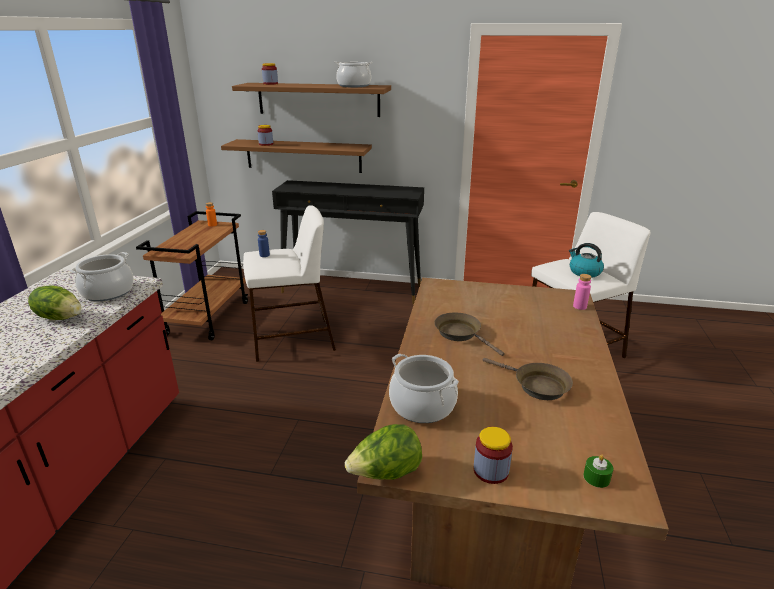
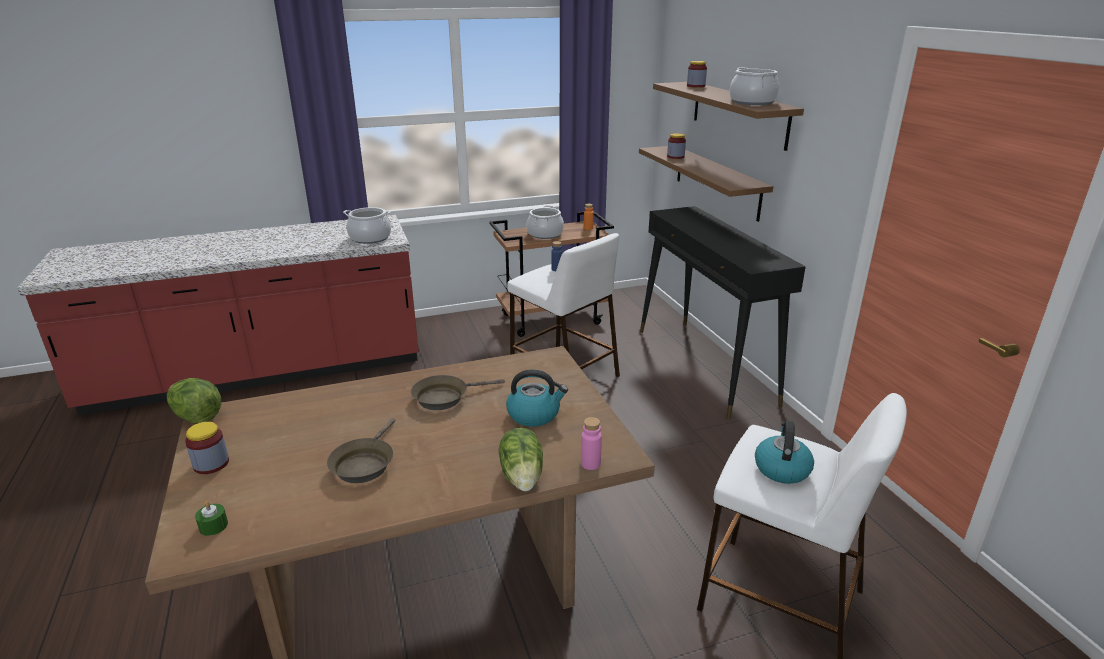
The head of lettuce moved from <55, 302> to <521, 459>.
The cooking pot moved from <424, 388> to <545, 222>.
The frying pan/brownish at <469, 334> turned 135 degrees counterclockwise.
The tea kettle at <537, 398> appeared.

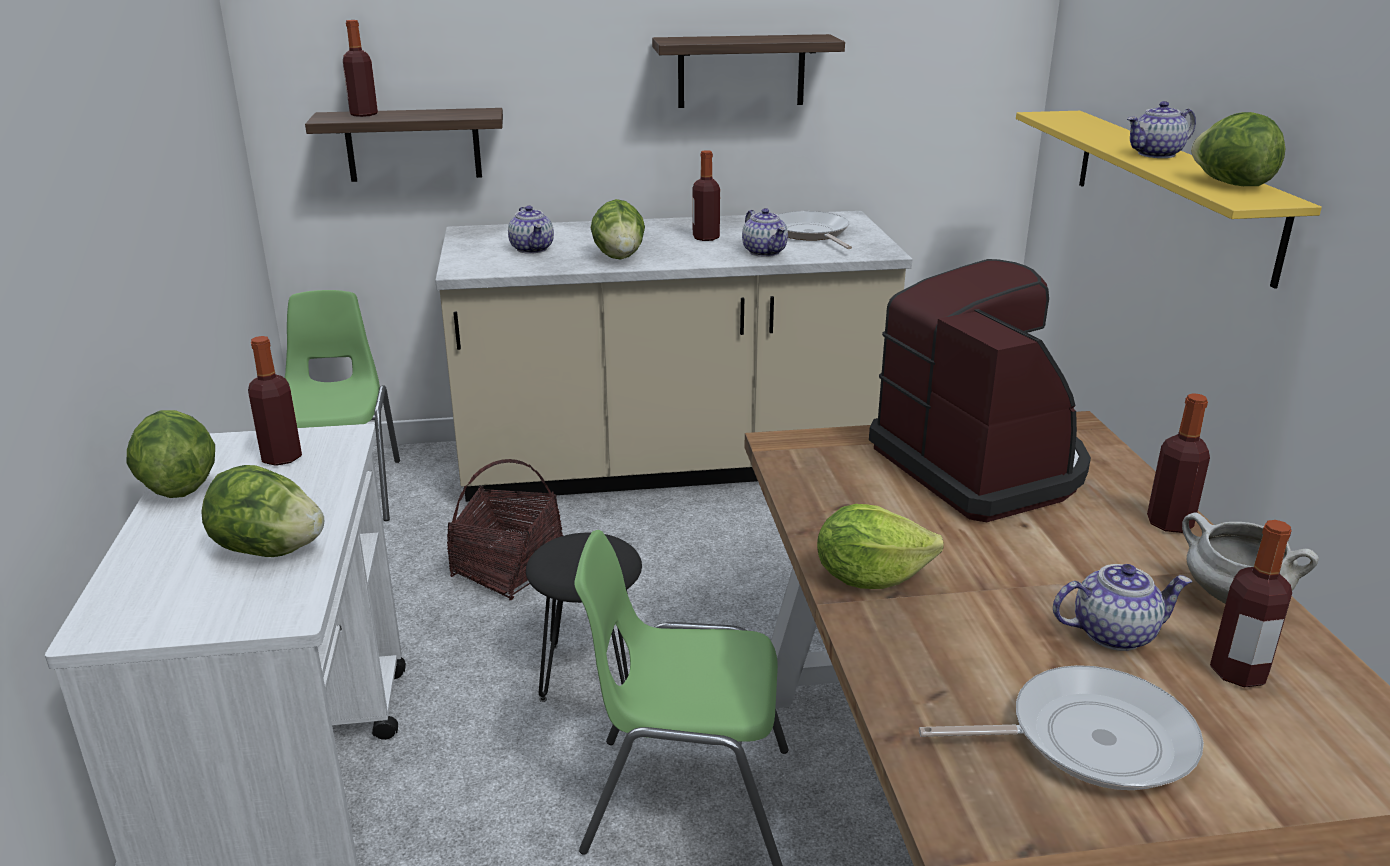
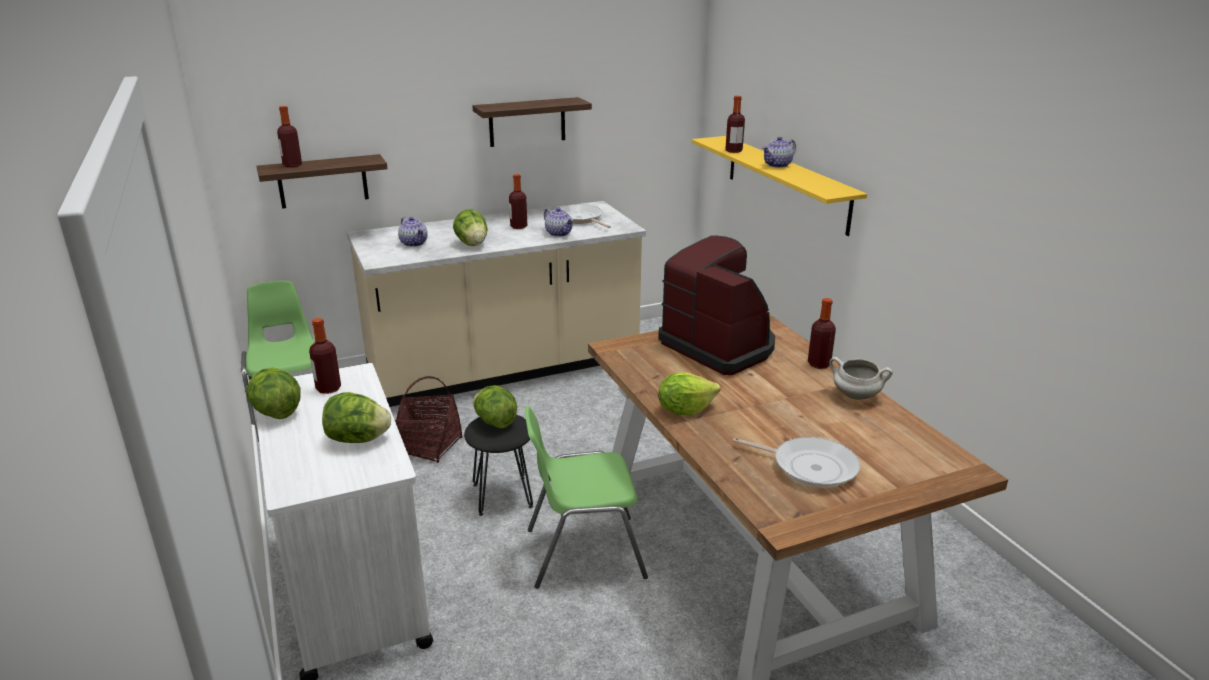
The frying pan at <1061, 727> turned 45 degrees clockwise.
The tea pot at <1122, 607> disappeared.
The head of lettuce moved from <1238, 149> to <495, 407>.
The bottle moved from <1251, 604> to <735, 124>.

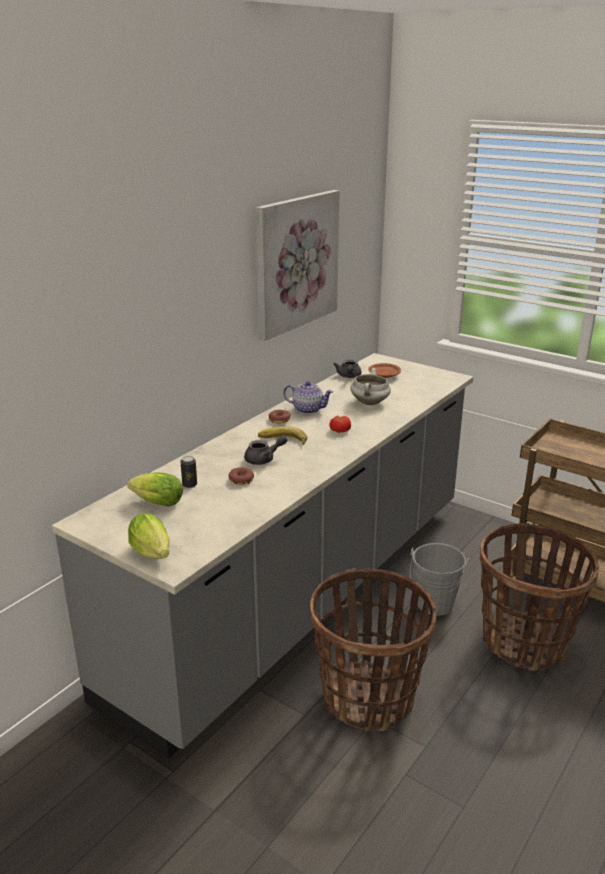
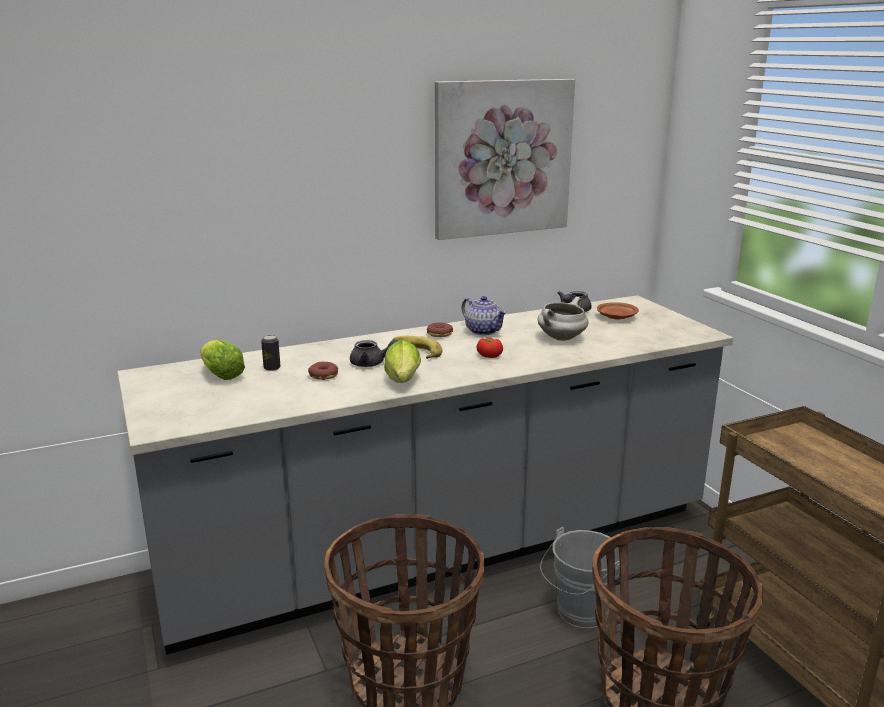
The head of lettuce moved from <148, 536> to <402, 361>.

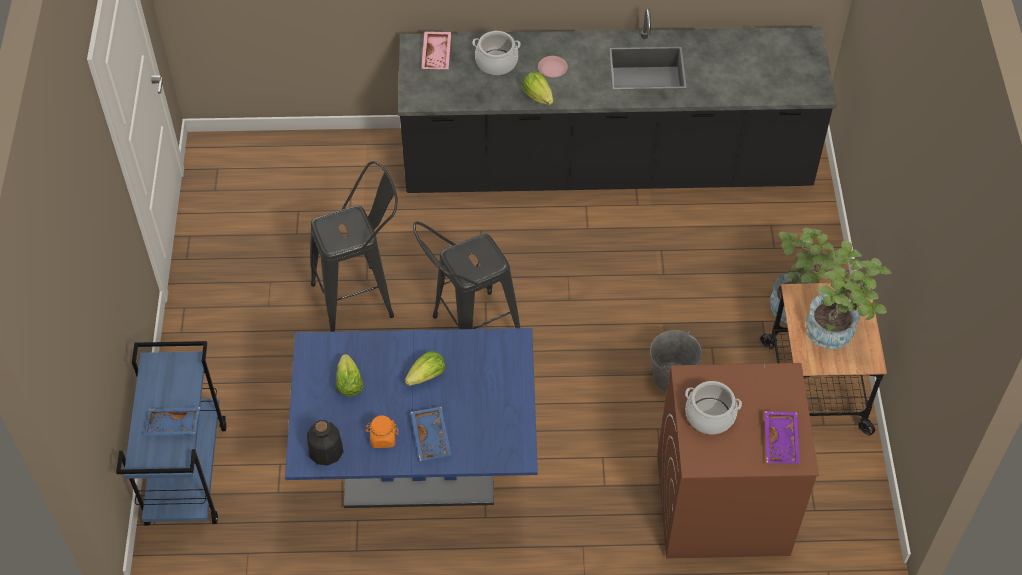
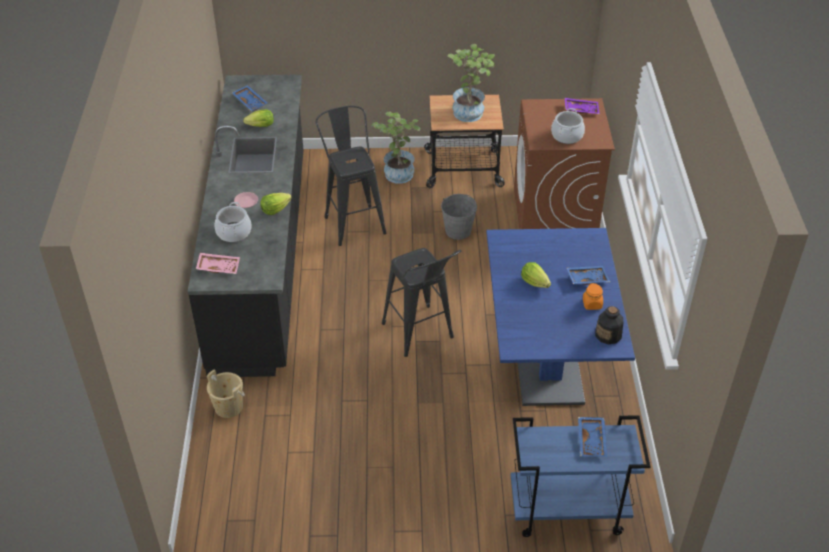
The sitting stool/blackish moved from <354, 246> to <351, 176>.
The head of lettuce moved from <349, 375> to <258, 118>.
The bucket/beige at <226, 393> appeared.
The tray/bluish at <249, 98> appeared.

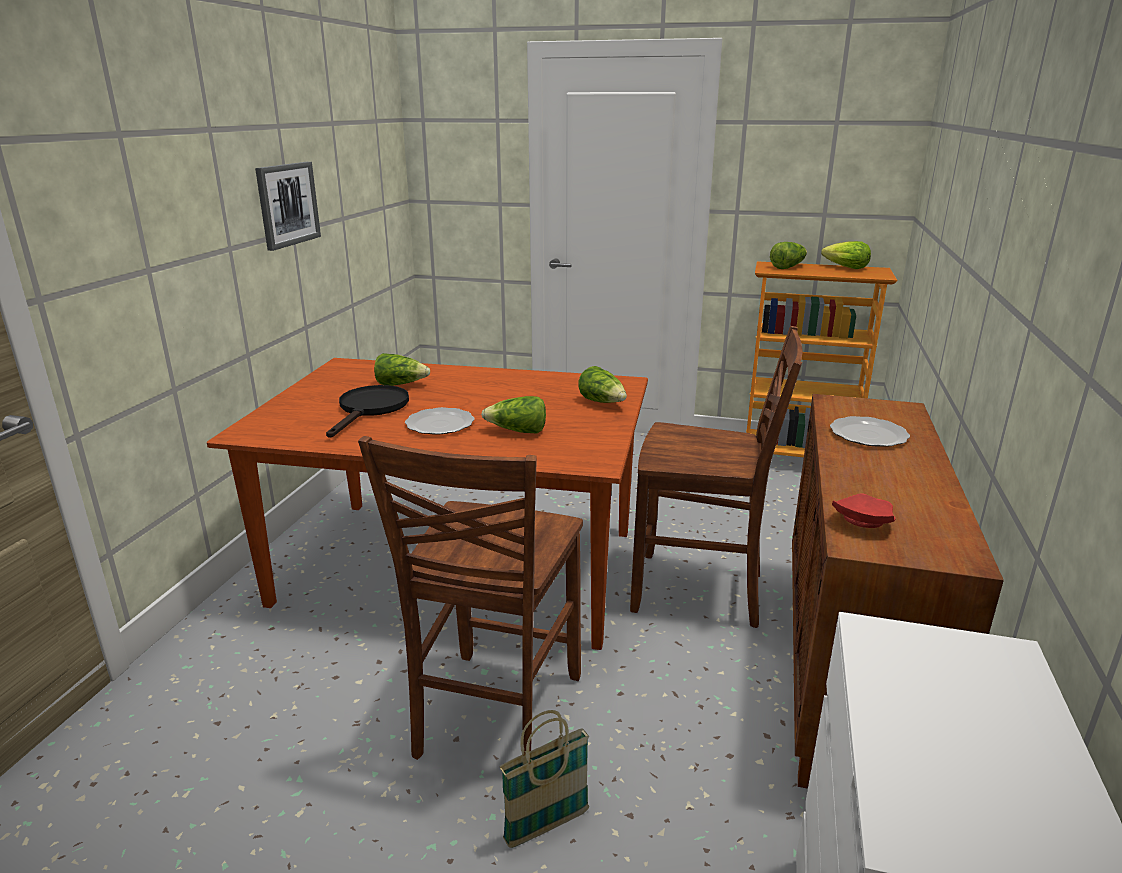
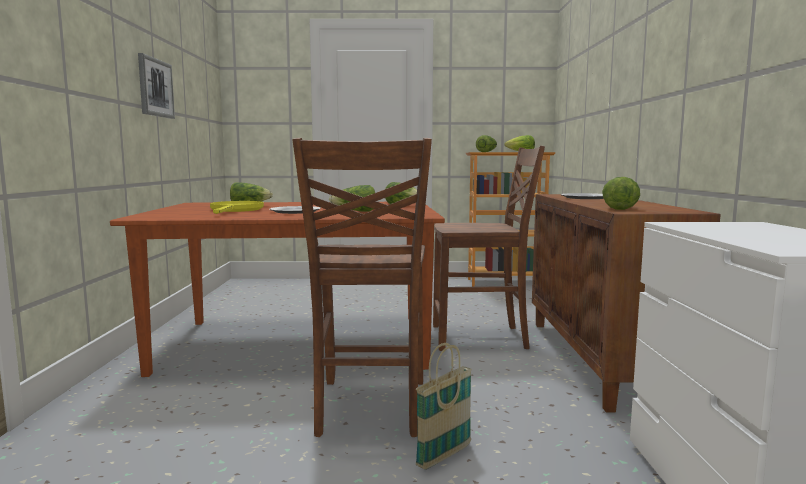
The frying pan/blackish at <367, 411> became the frying pan/yellow-coloured at <237, 207>.
The plate/reddish at <864, 511> was replaced by the head of lettuce at <621, 193>.

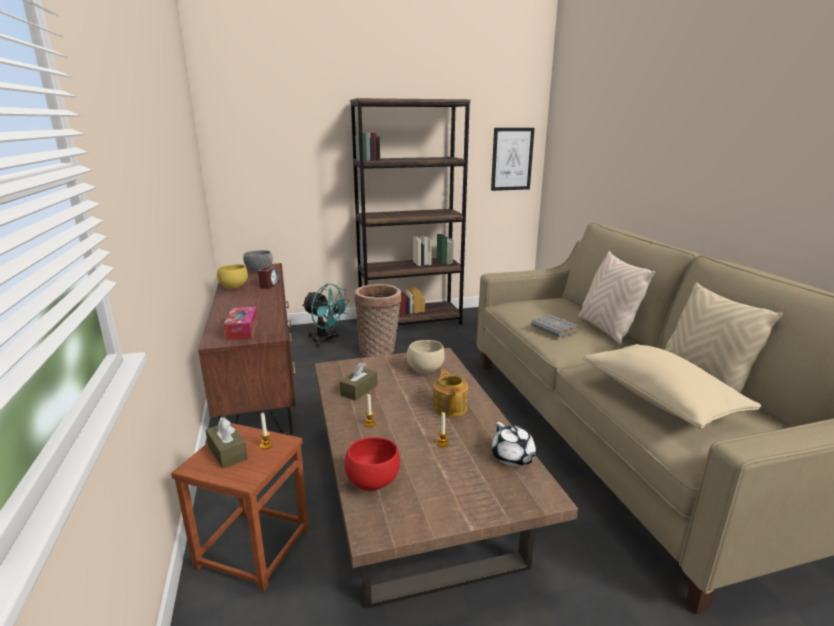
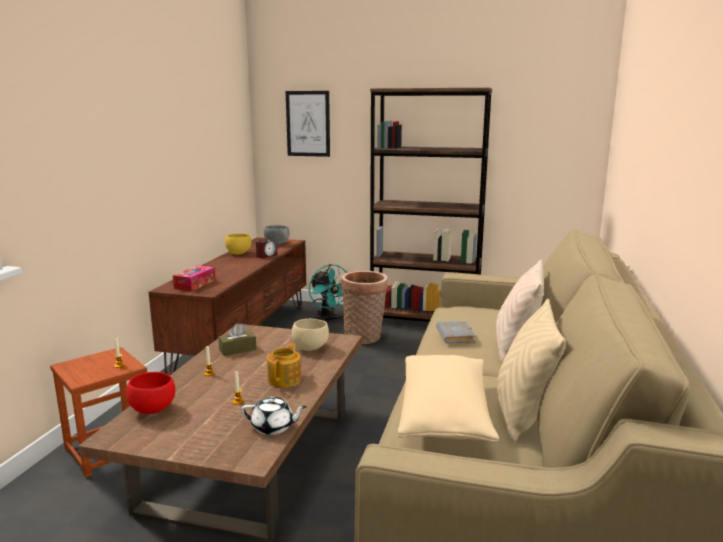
The tissue holder/brownish at <226, 442> disappeared.
The picture moved from <513, 159> to <308, 124>.
The tea pot/white at <514, 444> turned 90 degrees counterclockwise.

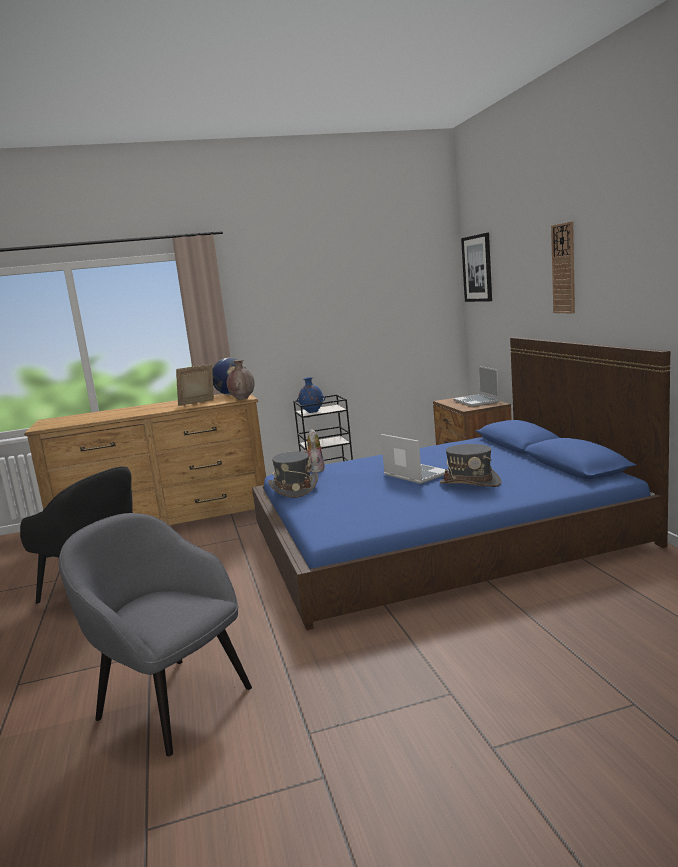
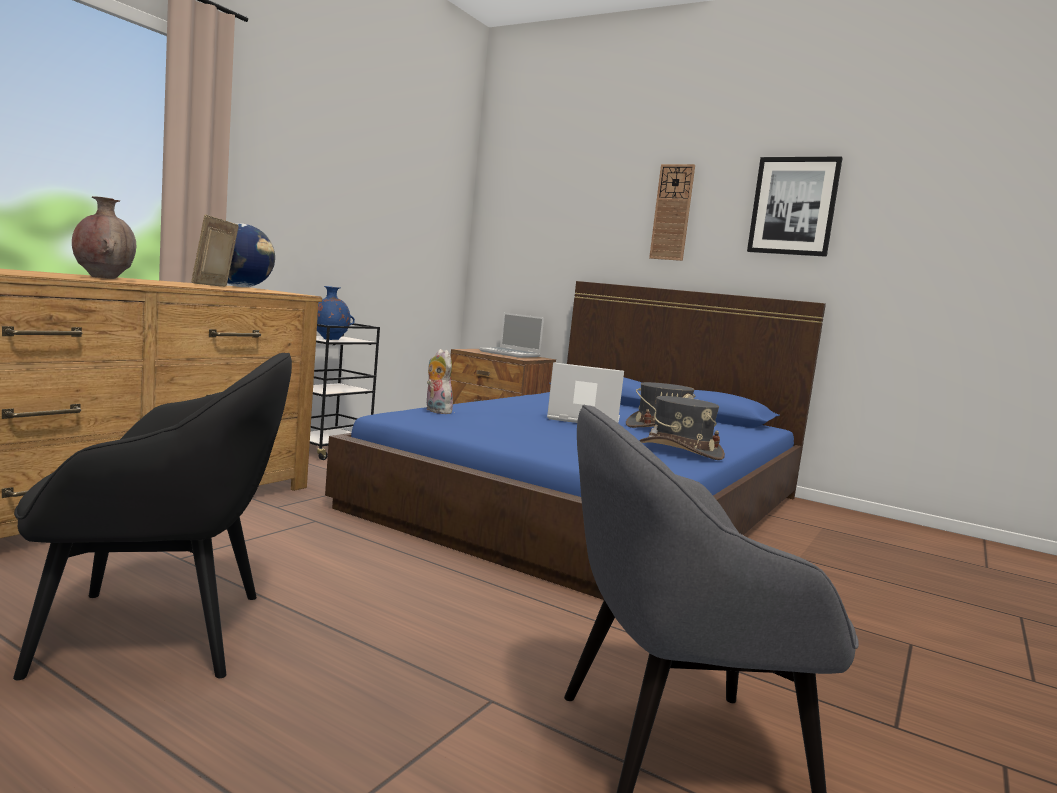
The decorative vase/brownish moved from <241, 380> to <104, 237>.
The clothing hat/gray moved from <293, 474> to <682, 428>.
The picture moved from <476, 267> to <795, 207>.

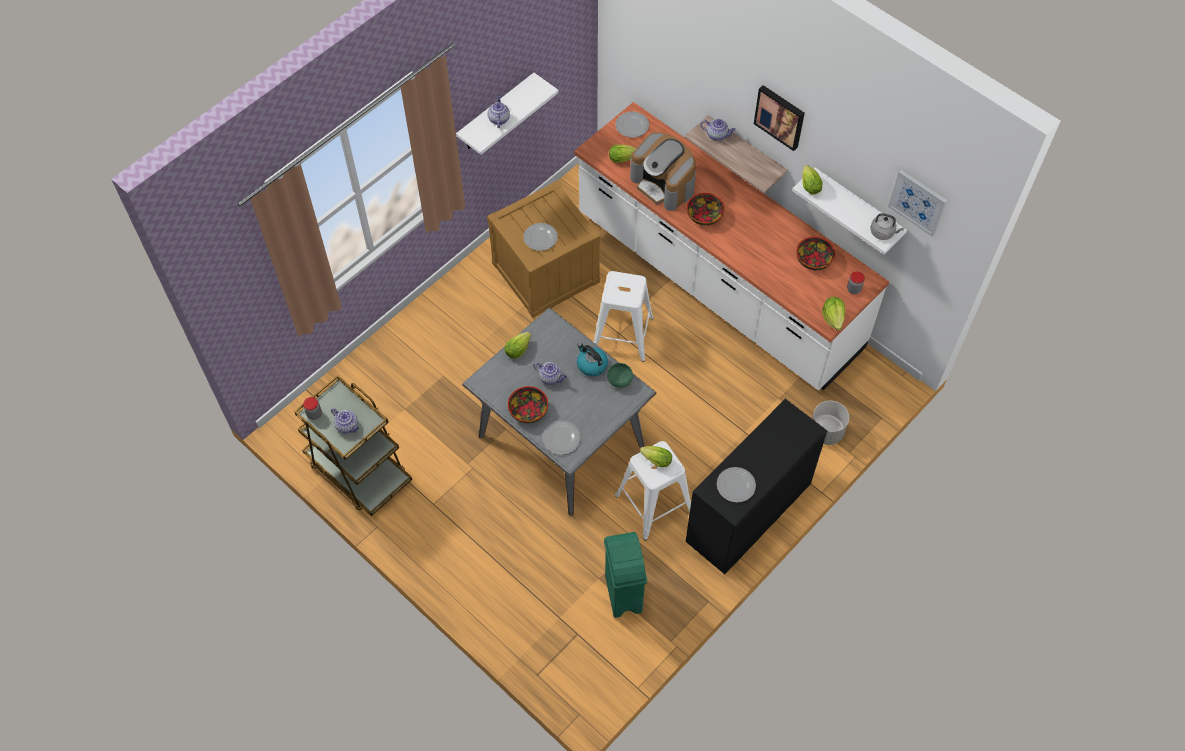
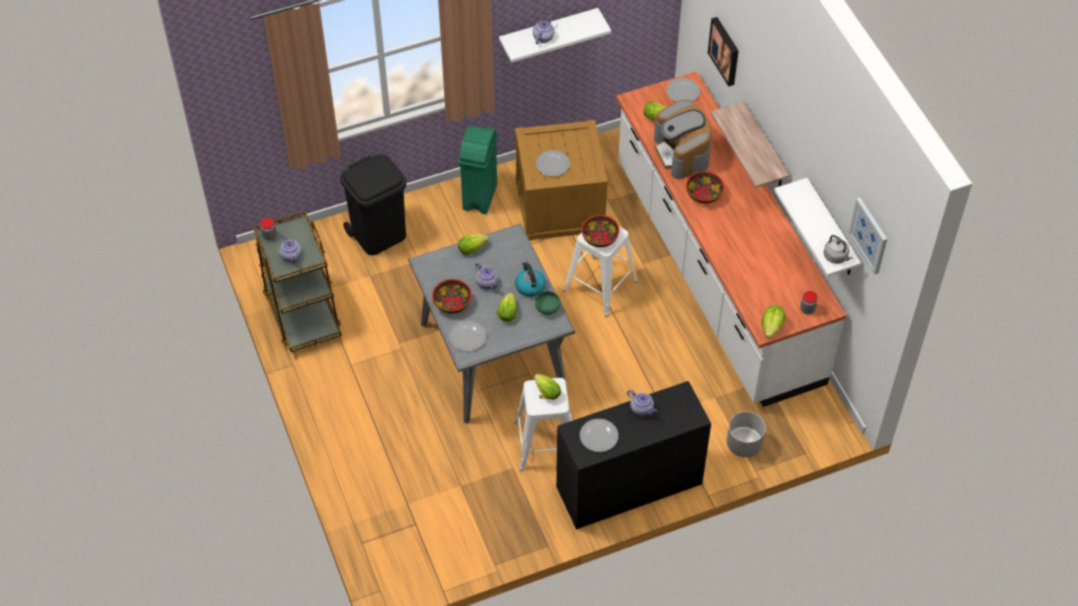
The waste bin/greenish moved from <625, 575> to <478, 169>.
The tea pot moved from <718, 130> to <642, 403>.
The picture moved from <779, 118> to <723, 52>.
The bowl moved from <815, 253> to <600, 231>.
The head of lettuce moved from <812, 180> to <507, 307>.
The waste bin/blackish at <373, 204> appeared.

